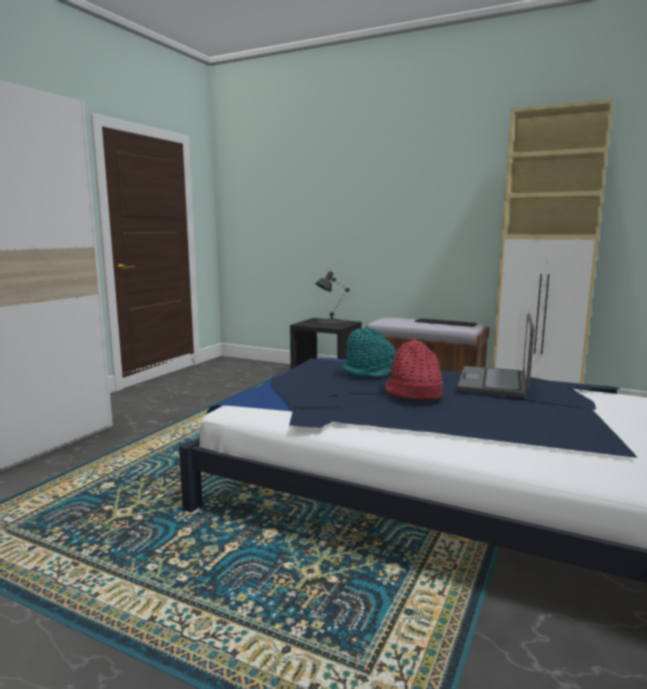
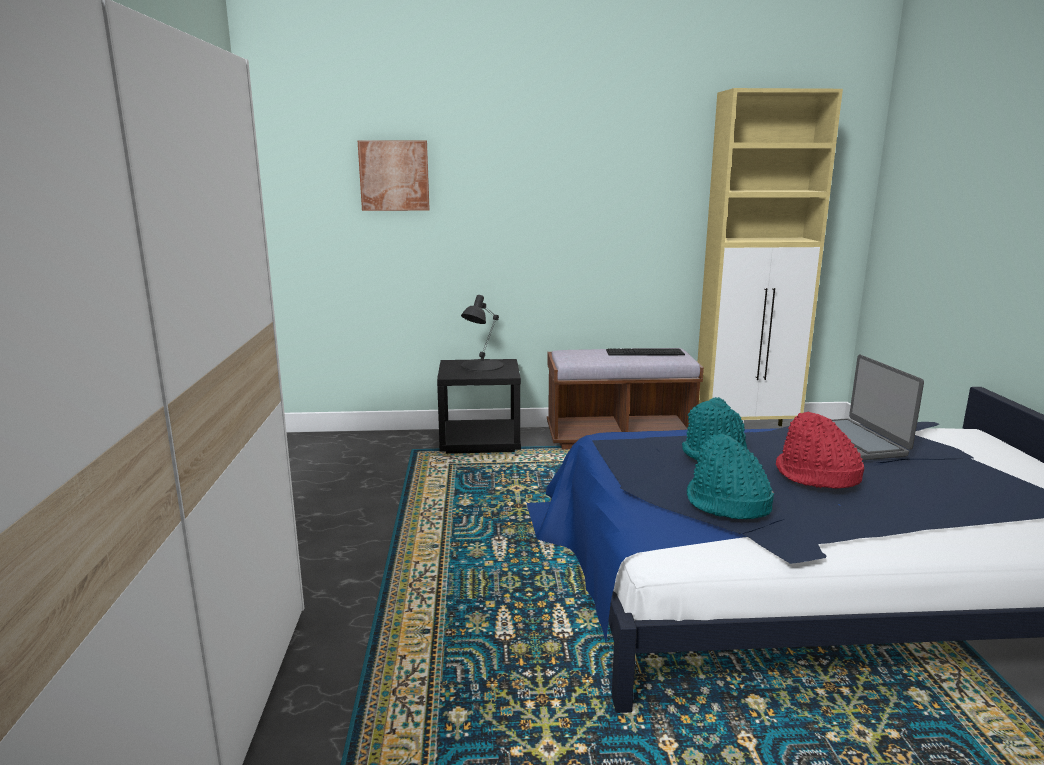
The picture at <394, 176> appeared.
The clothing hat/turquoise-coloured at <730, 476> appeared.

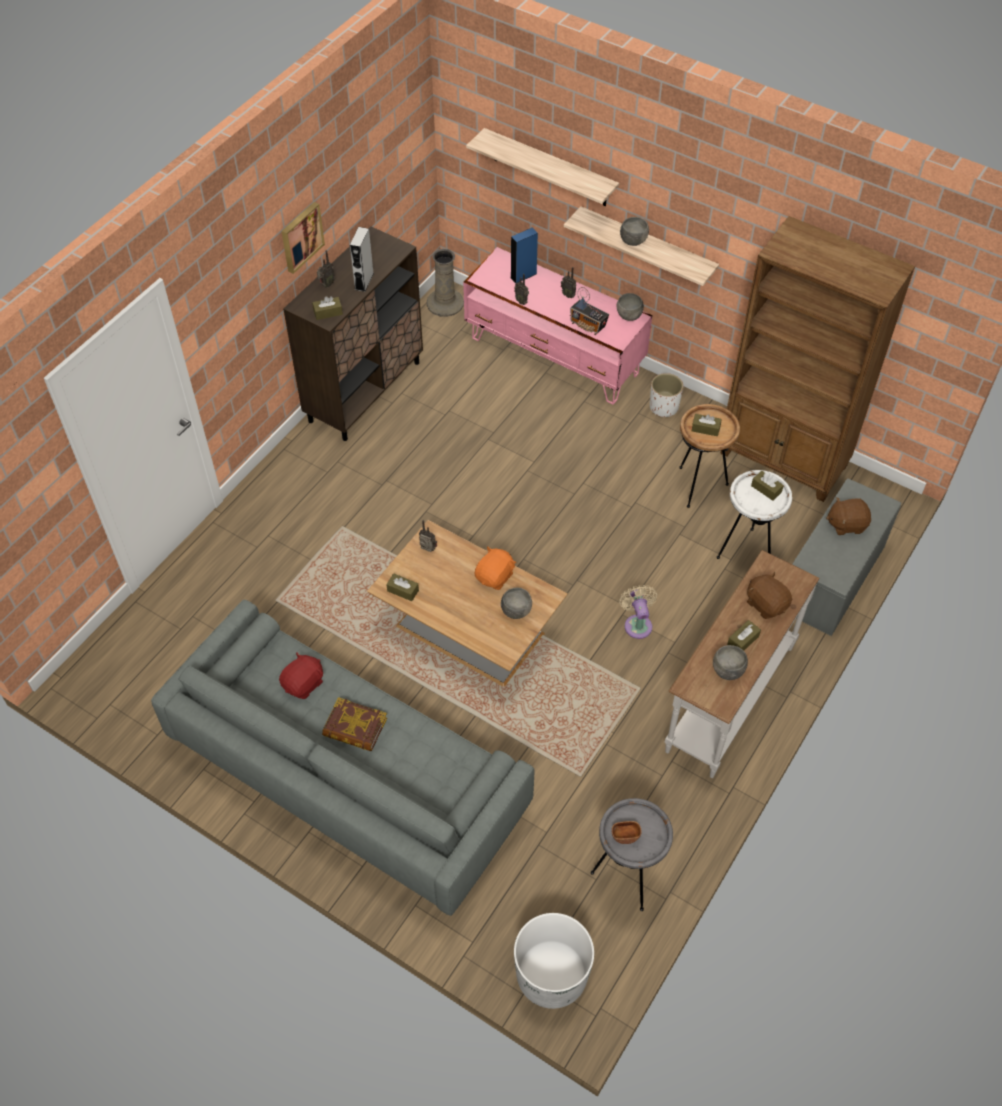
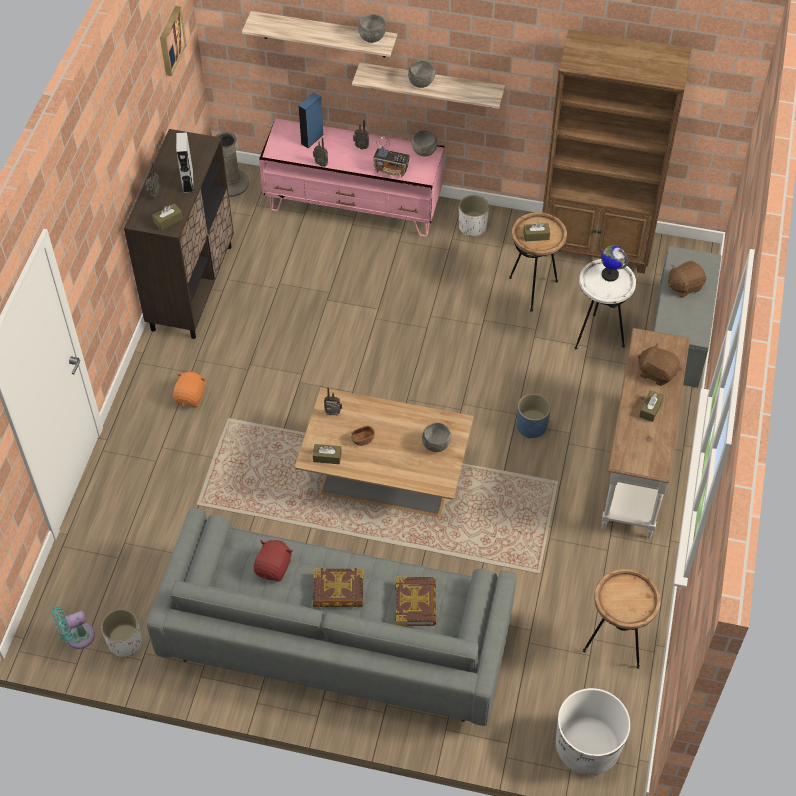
The picture moved from <303, 238> to <173, 41>.
The plush toy/orange moved from <495, 568> to <189, 389>.
The end table/gray at <632, 854> became the end table/brownish at <622, 619>.
The bowl/brownish moved from <627, 832> to <363, 436>.
The fan/beige at <638, 612> was replaced by the flower pot/bluish at <534, 416>.
The bowl/gray moved from <730, 662> to <372, 28>.
The tissue holder/brownish at <767, 486> was replaced by the world globe at <614, 263>.
The fan/turquoise-coloured at <73, 628> appeared.
The flower pot/white at <121, 633> appeared.
The volume at <416, 602> appeared.

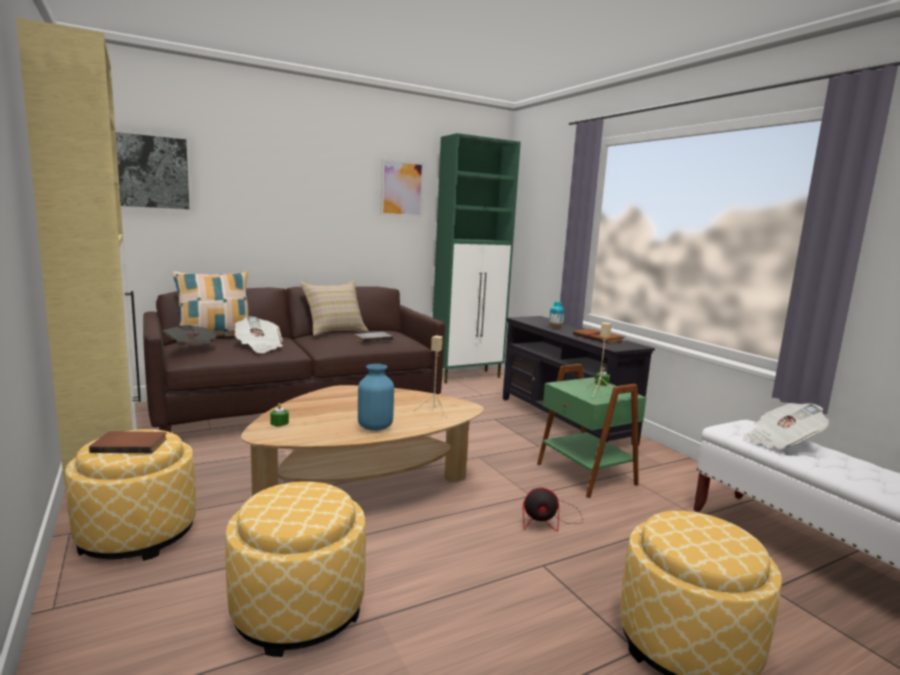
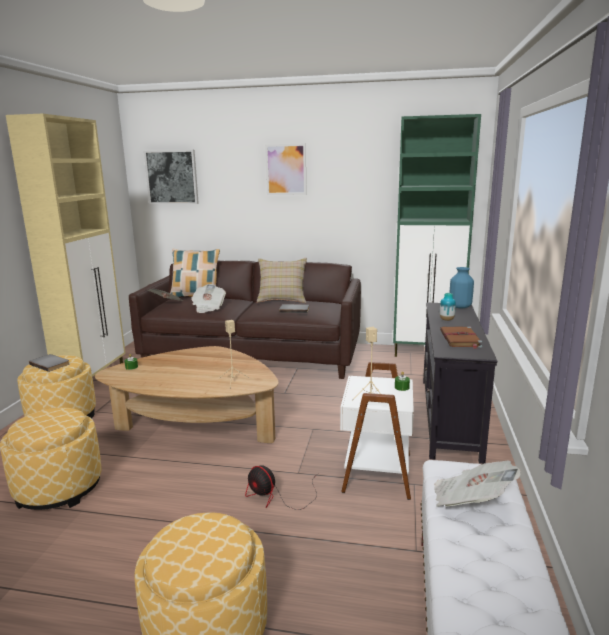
The volume/brownish at <128, 442> became the volume/gray at <49, 363>.
The decorative vase/bluish moved from <376, 397> to <461, 287>.
The picture moved from <402, 188> to <286, 169>.
The end table/greenish at <591, 431> became the end table/white at <377, 431>.

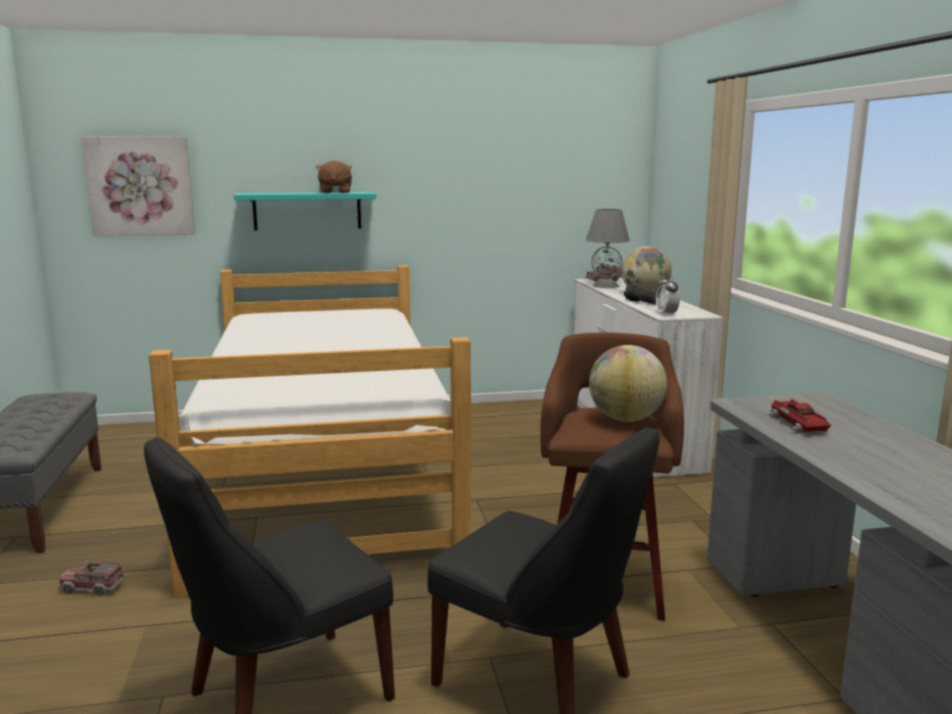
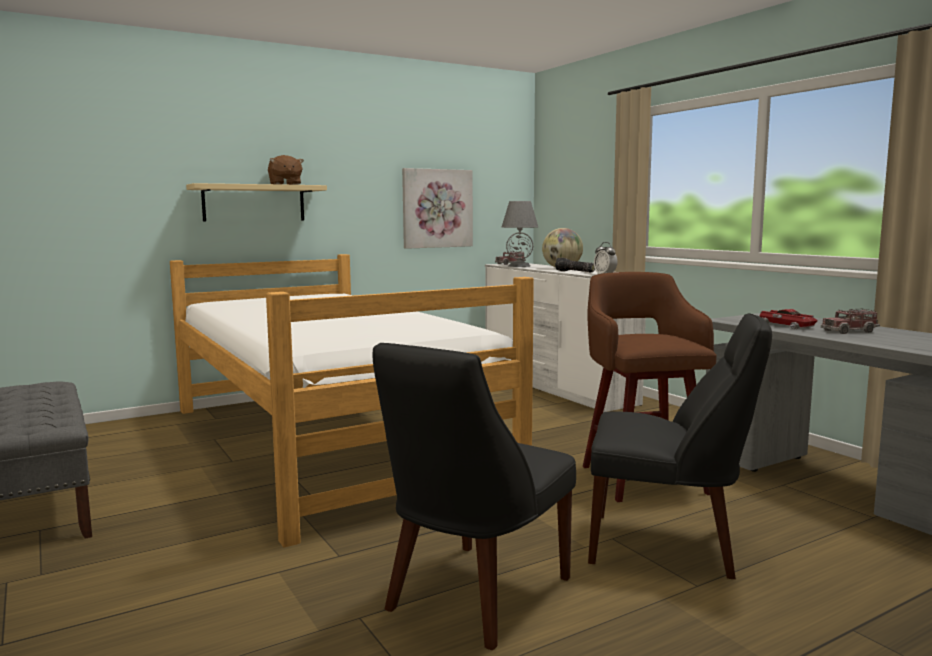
The toy truck moved from <92, 578> to <850, 321>.
The picture moved from <138, 186> to <437, 208>.
The shelf/turquoise-coloured at <305, 211> became the shelf/beige at <256, 202>.
The world globe at <628, 383> disappeared.

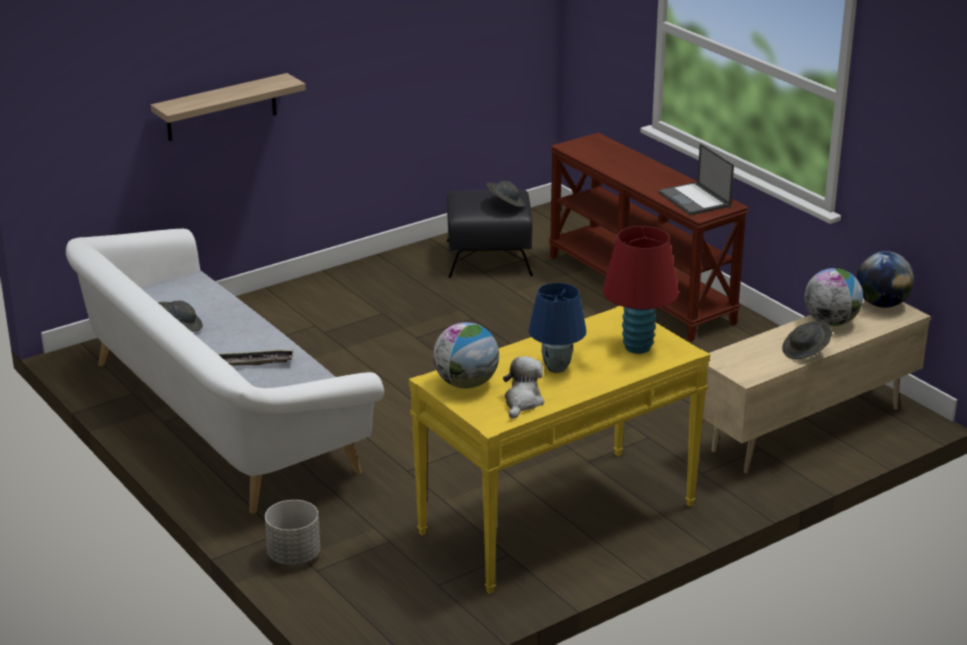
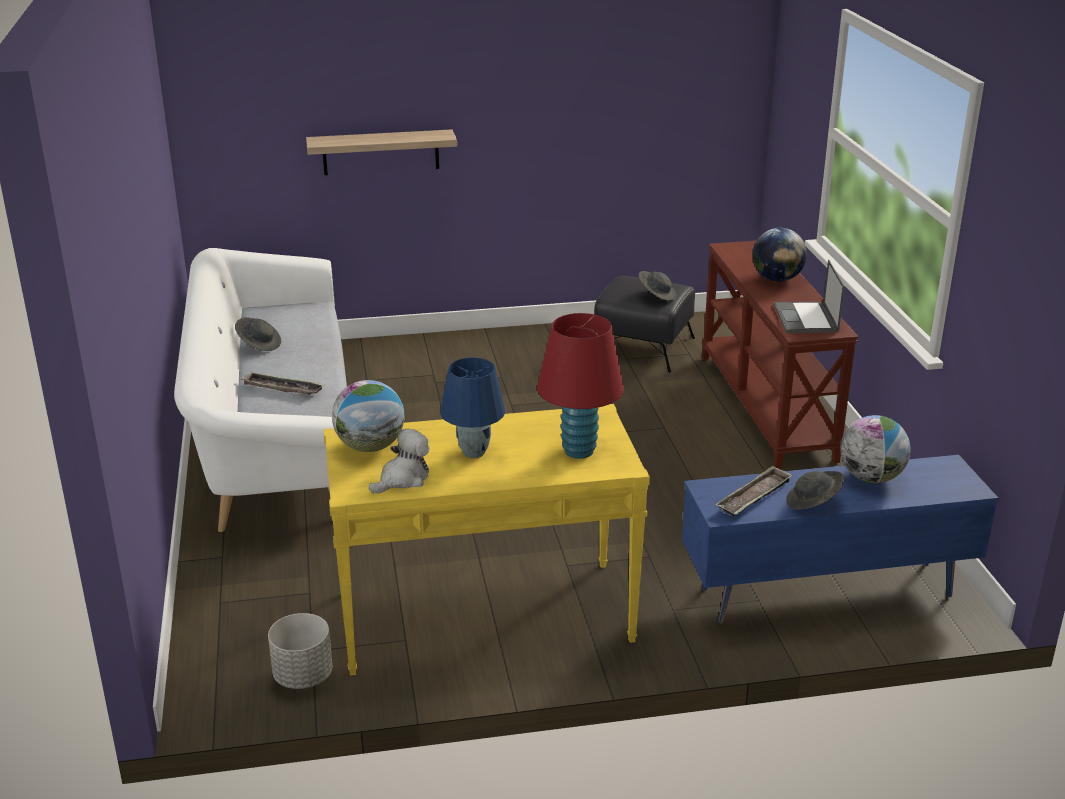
The flower pot/gray moved from <292, 532> to <300, 651>.
The tv stand/beige at <817, 386> became the tv stand/bluish at <840, 539>.
The world globe moved from <885, 279> to <779, 255>.
The tray at <754, 490> appeared.

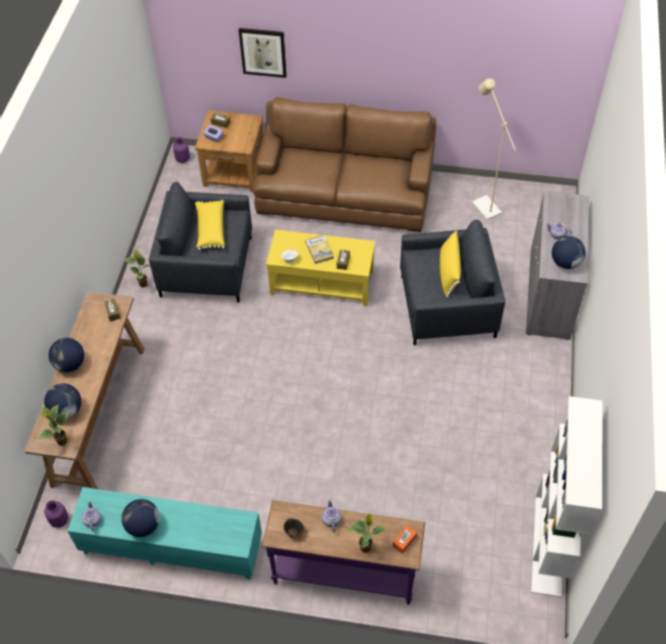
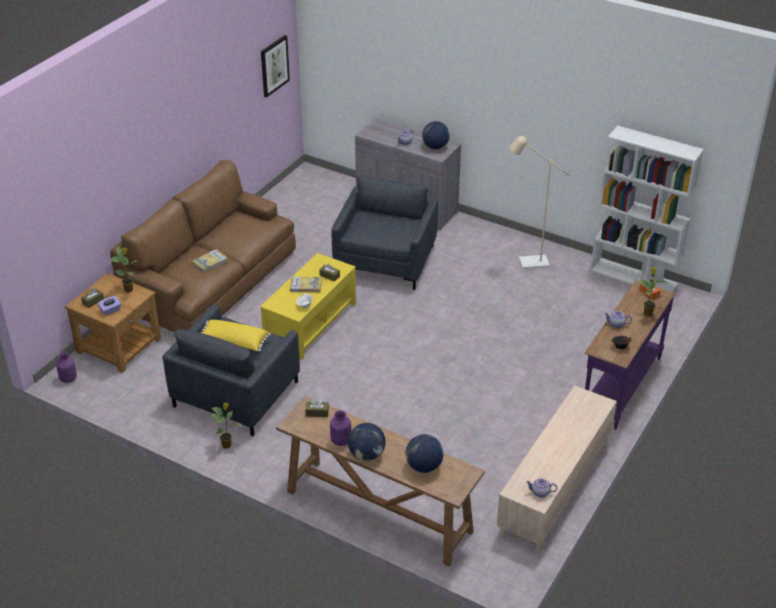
The houseplant moved from <53, 425> to <123, 270>.
The decorative vase/purple-coloured moved from <56, 514> to <340, 428>.
The tv stand/turquoise-coloured at <164, 533> became the tv stand/beige at <557, 469>.
The world globe at <140, 518> disappeared.
The picture moved from <263, 53> to <275, 66>.
The throw pillow/yellow-coloured at <450, 264> disappeared.
The standing lamp/beige moved from <494, 149> to <539, 202>.
The volume at <210, 261> appeared.

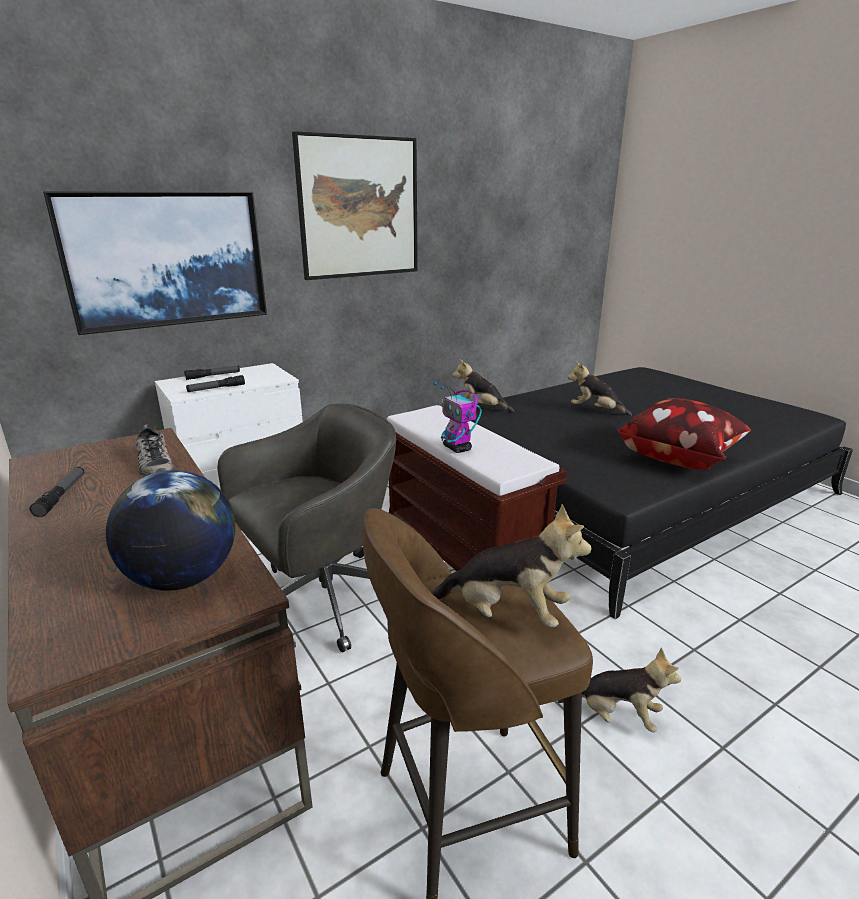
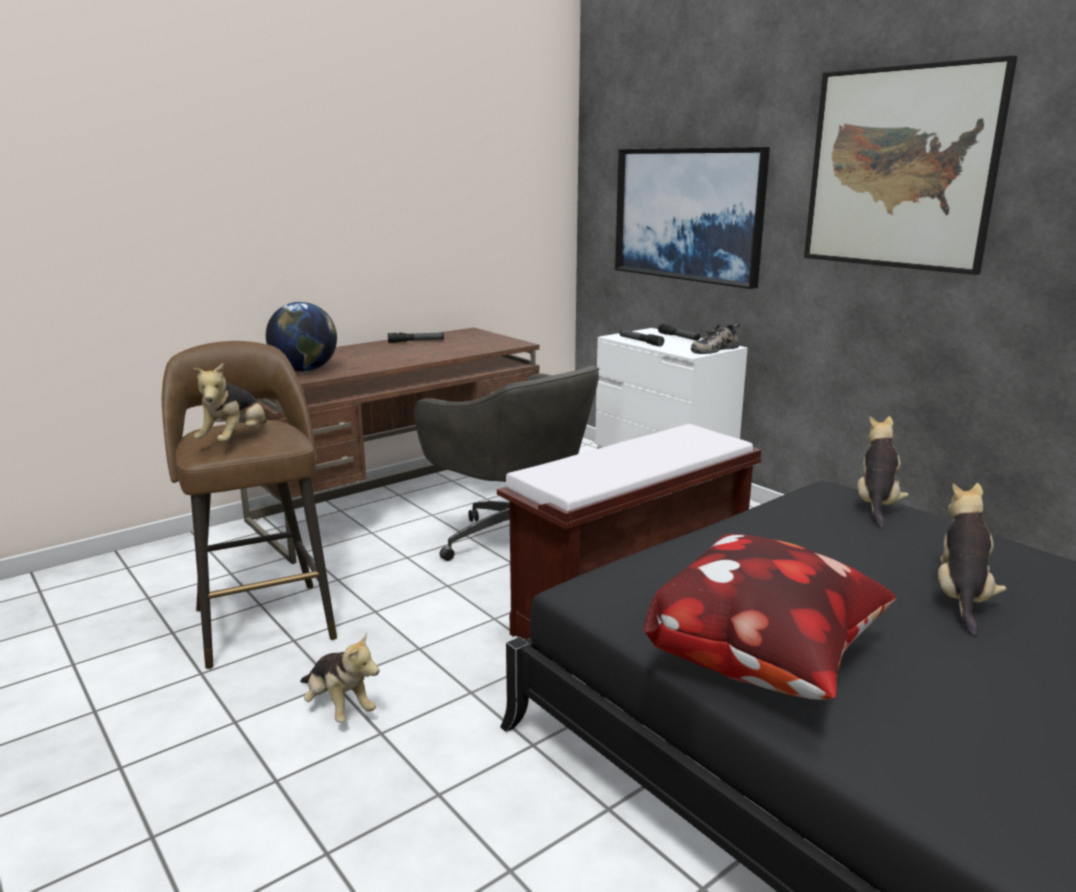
The shoe moved from <155, 450> to <715, 339>.
The model robot at <458, 417> disappeared.
The plush toy at <619, 690> turned 60 degrees counterclockwise.

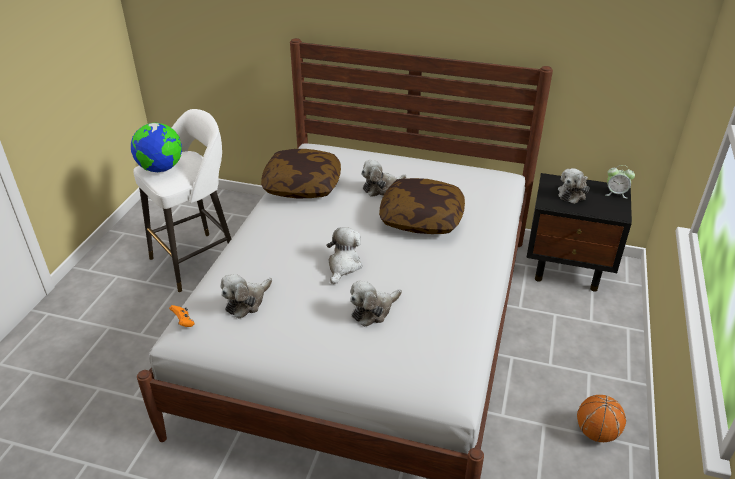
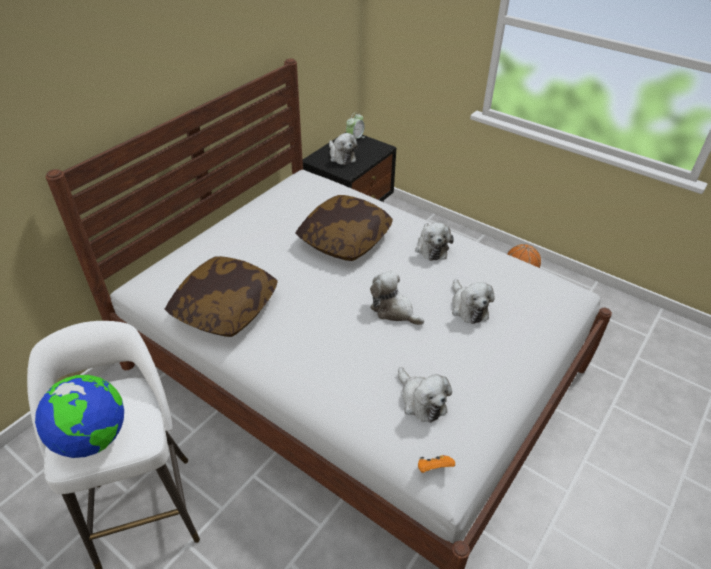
The plush toy moved from <383, 178> to <434, 242>.

